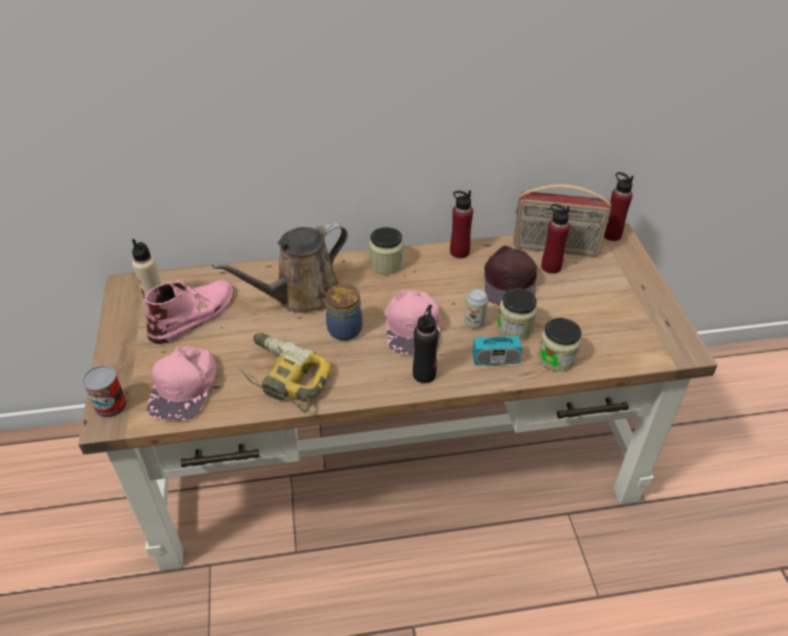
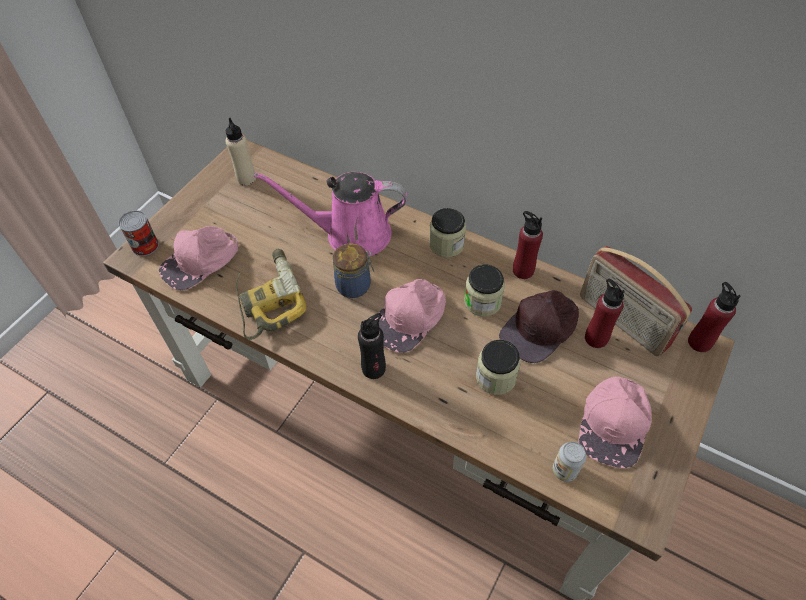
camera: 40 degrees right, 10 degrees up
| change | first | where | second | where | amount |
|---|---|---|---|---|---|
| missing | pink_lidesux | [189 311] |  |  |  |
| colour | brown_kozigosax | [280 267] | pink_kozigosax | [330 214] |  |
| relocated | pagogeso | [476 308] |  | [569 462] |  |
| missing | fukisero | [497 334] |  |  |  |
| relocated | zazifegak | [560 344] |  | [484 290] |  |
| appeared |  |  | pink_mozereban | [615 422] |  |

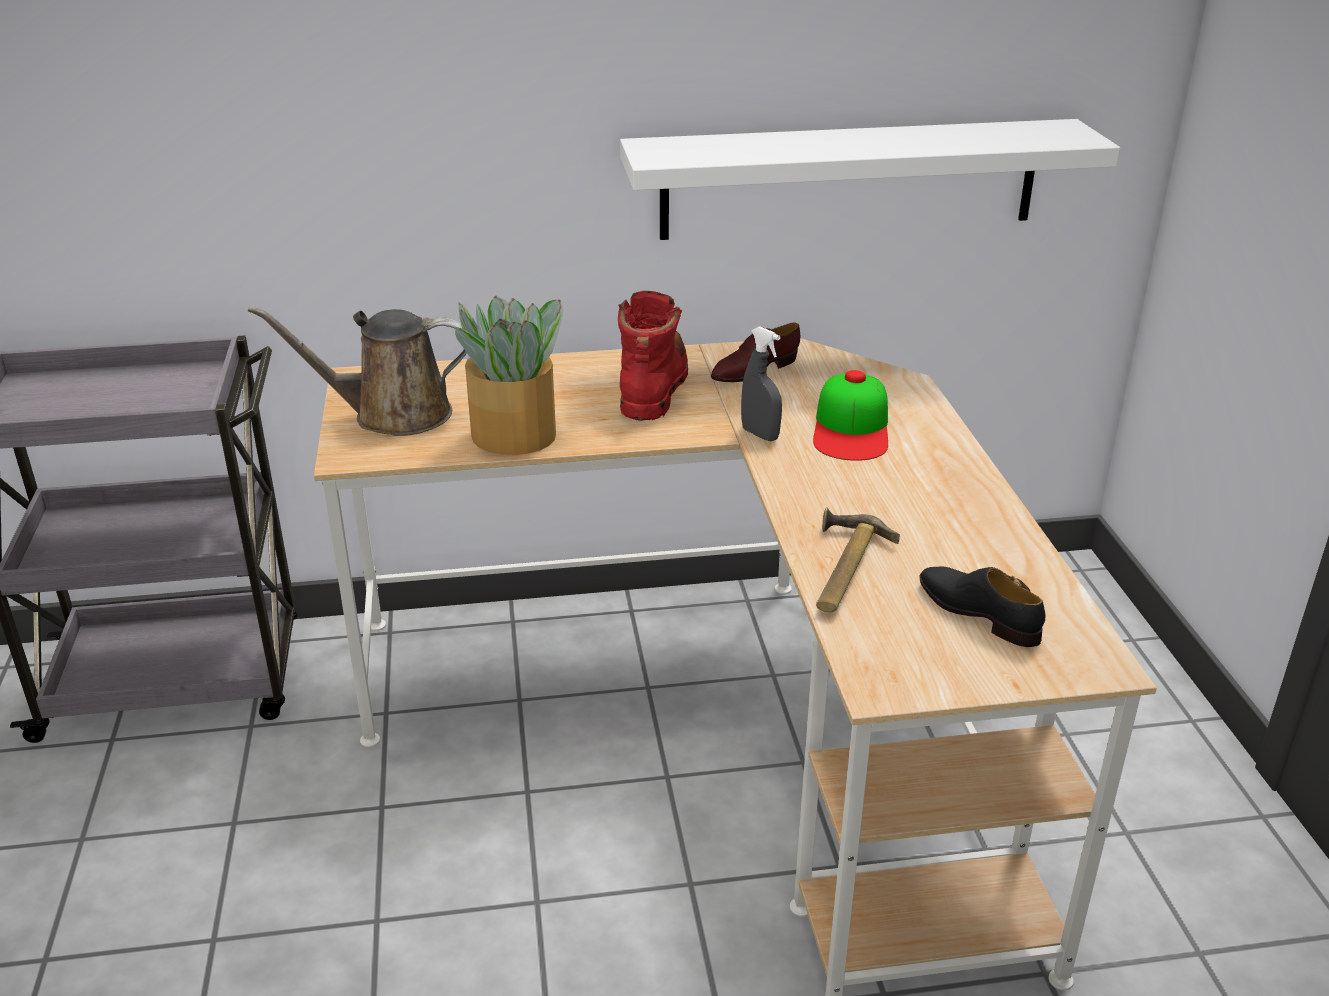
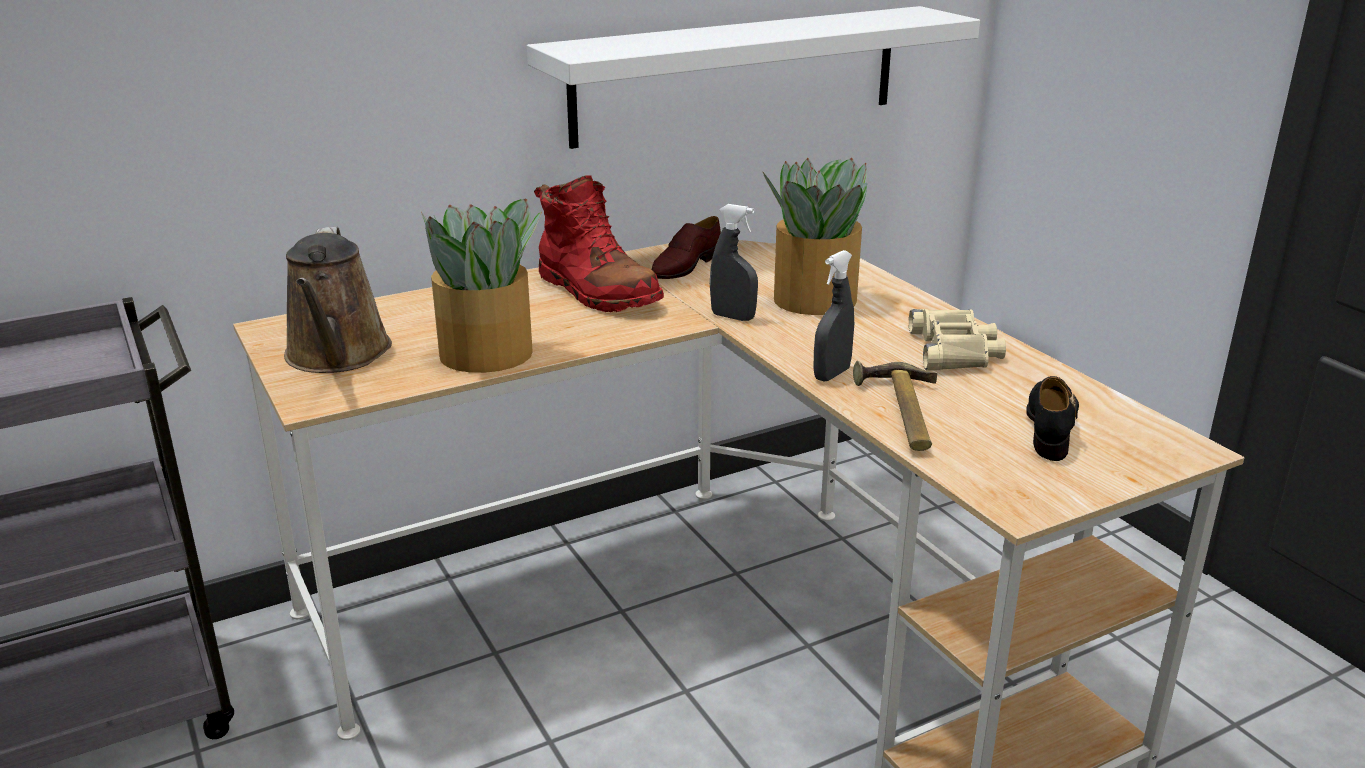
camera: 20 degrees left, 5 degrees down
| change | first | where | second | where | amount |
|---|---|---|---|---|---|
| spun | brown_kozigosax | [357 371] |  | [338 299] | 75 degrees counterclockwise |
| spun | red_lidesux | [653 356] |  | [599 243] | 150 degrees clockwise |
| exchanged | mozereban | [850 415] | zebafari | [814 236] |  |
| spun | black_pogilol | [982 607] |  | [1052 418] | 75 degrees clockwise |
| appeared |  |  | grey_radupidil | [834 316] |  |
| appeared |  |  | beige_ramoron | [957 339] |  |

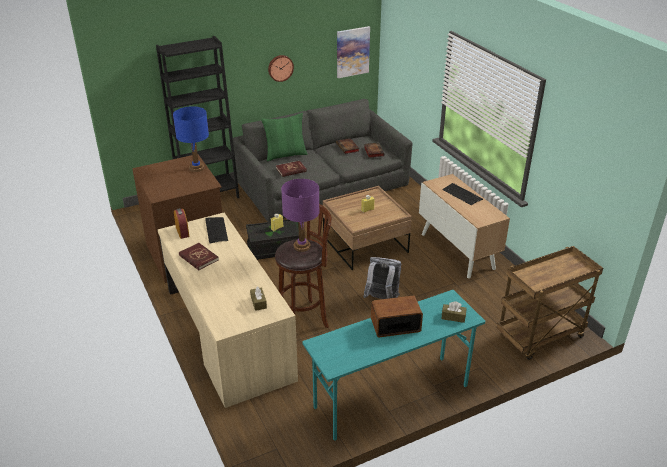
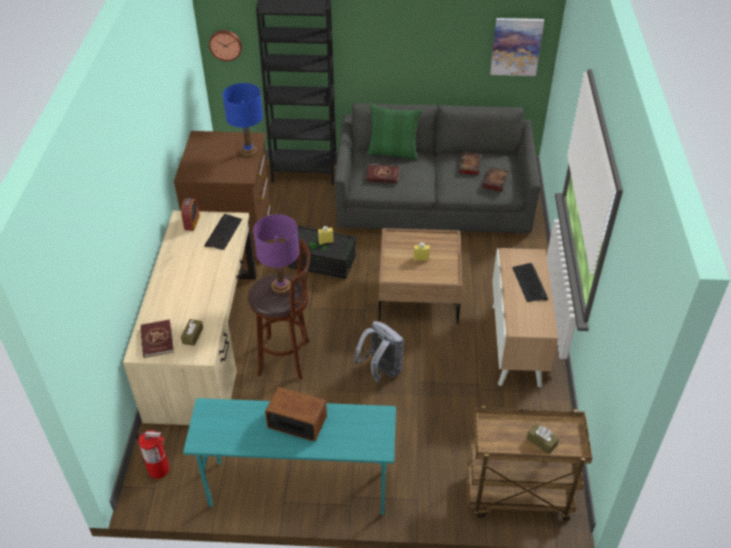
camera: 30 degrees right, 10 degrees up
| change | first | where | second | where | amount |
|---|---|---|---|---|---|
| relocated | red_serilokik | [199 256] |  | [157 338] |  |
| relocated | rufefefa | [281 68] |  | [225 45] |  |
| relocated | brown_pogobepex | [454 312] |  | [543 438] |  |
| appeared |  |  | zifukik | [152 454] |  |

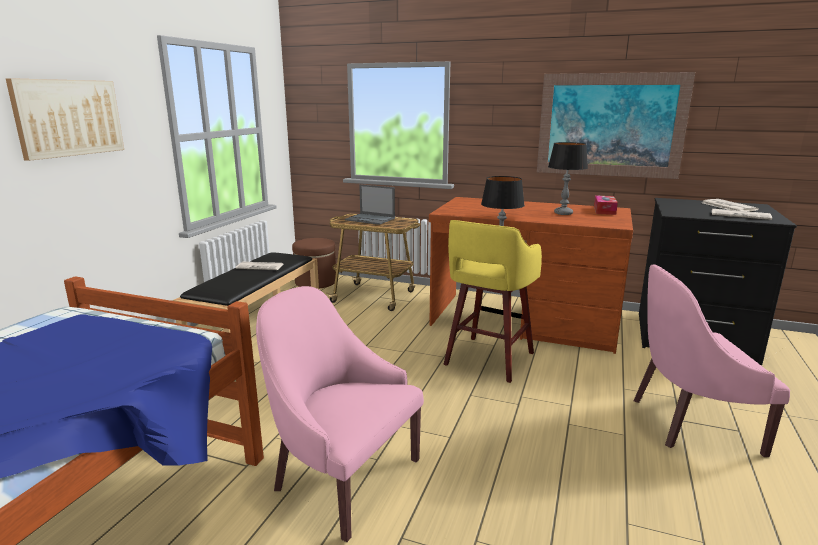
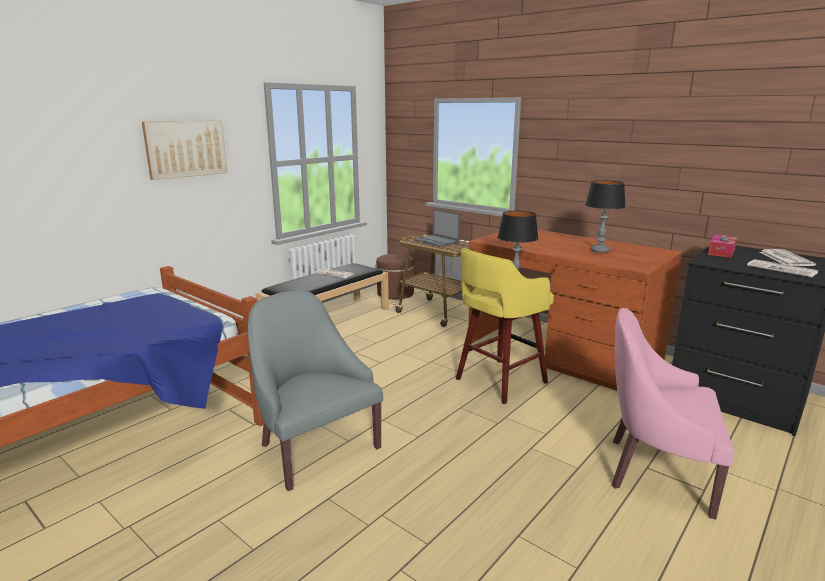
camera: 20 degrees right, 0 degrees up
| change | first | where | second | where | amount |
|---|---|---|---|---|---|
| colour | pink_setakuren | [340 414] | grey_setakuren | [315 391] |  |
| missing | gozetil | [616 125] |  |  |  |
| relocated | pogobepex | [606 205] |  | [722 246] |  |

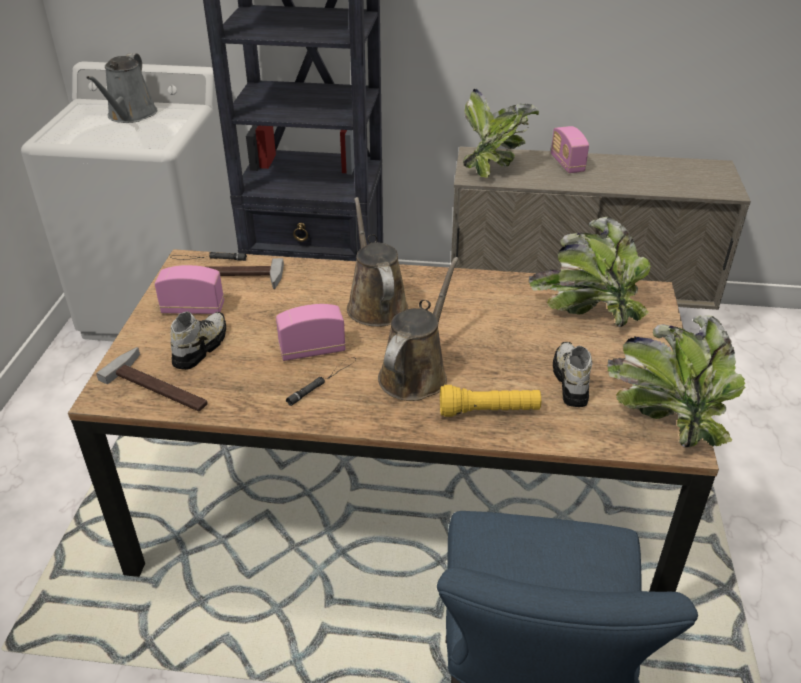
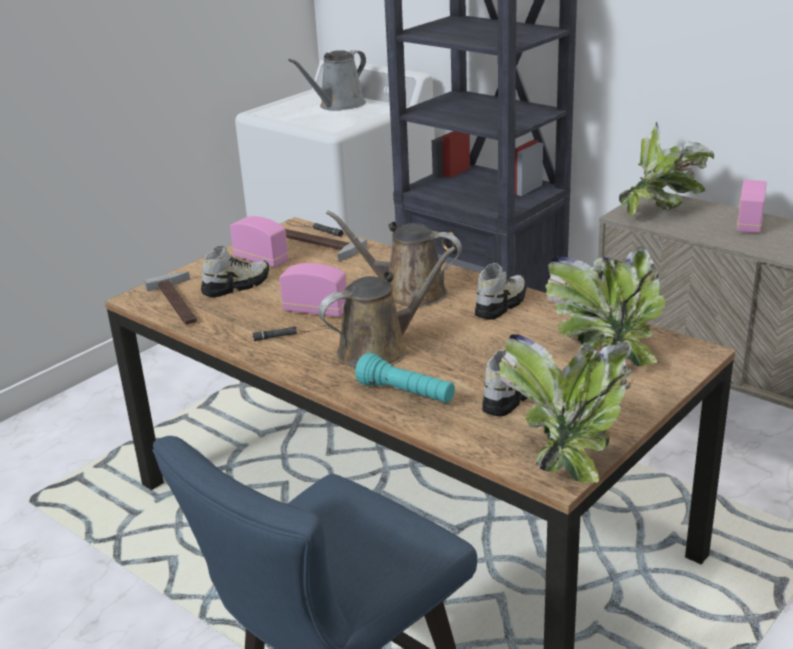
camera: 35 degrees right, 10 degrees down
| change | first | where | second | where | amount |
|---|---|---|---|---|---|
| spun | brown_kozigosax | [377 262] |  | [394 259] | 90 degrees counterclockwise |
| colour | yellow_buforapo | [490 401] | turquoise_buforapo | [405 378] |  |
| appeared |  |  | pogilol | [500 291] |  |

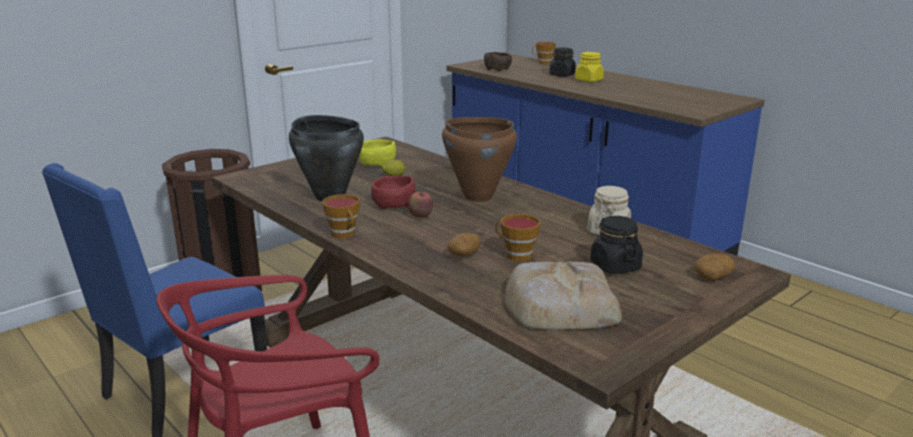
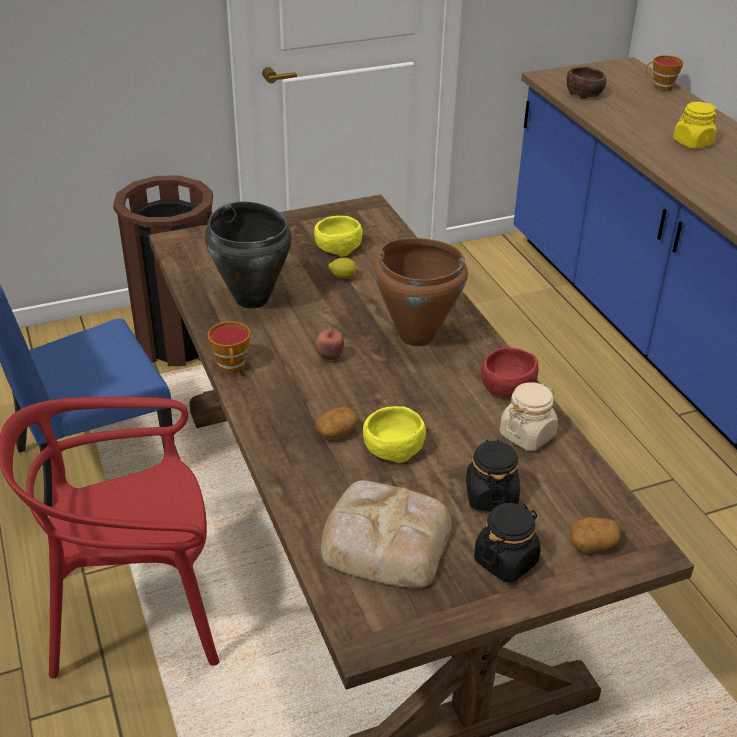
camera: 20 degrees right, 15 degrees up
| change | first | where | second | where | amount |
|---|---|---|---|---|---|
| relocated | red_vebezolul | [393 192] |  | [509 372] |  |
| exchanged | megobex | [518 237] | yellow_vebezolul | [394 434] |  |
| relocated | black_zazifegak | [562 62] |  | [507 542] |  |

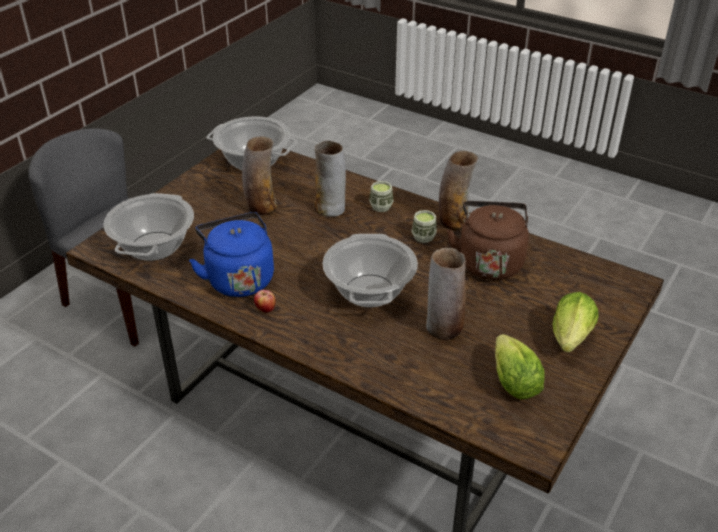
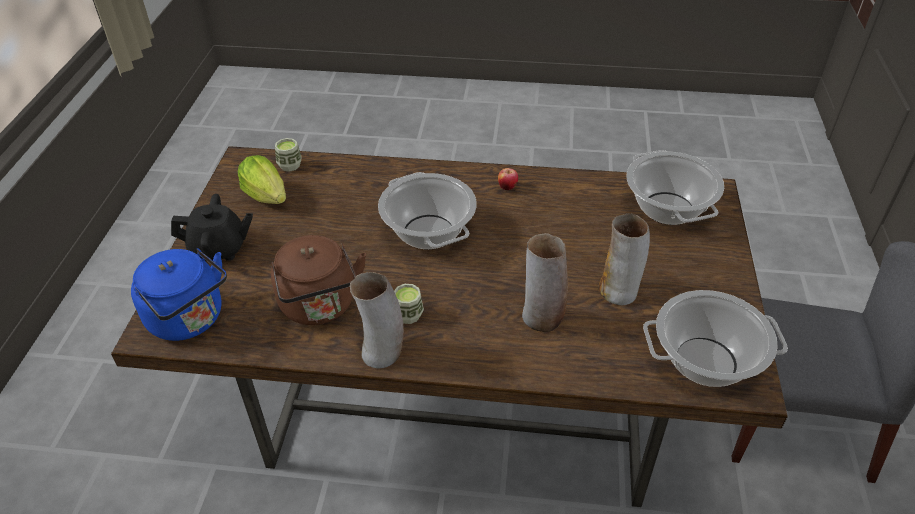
camera: 155 degrees right, 5 degrees up
| change | first | where | second | where | amount |
|---|---|---|---|---|---|
| relocated | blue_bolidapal | [231 254] |  | [179 294] |  |
| relocated | megobex | [381 196] |  | [288 155] |  |
| missing | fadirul | [446 294] |  |  |  |
| exchanged | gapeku | [575 322] | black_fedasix | [212 228] |  |

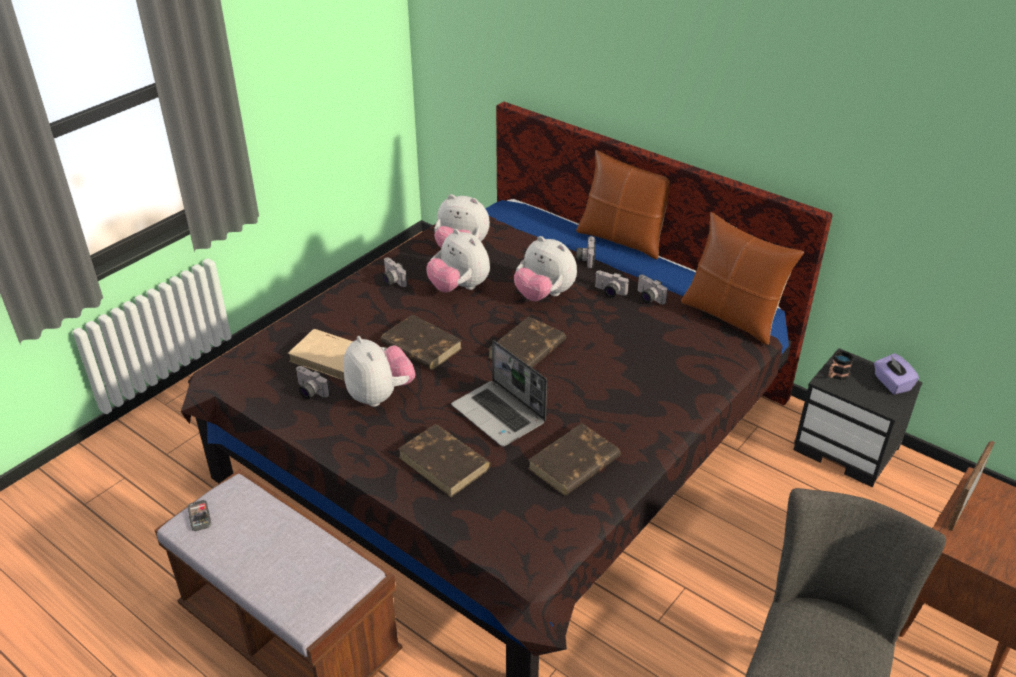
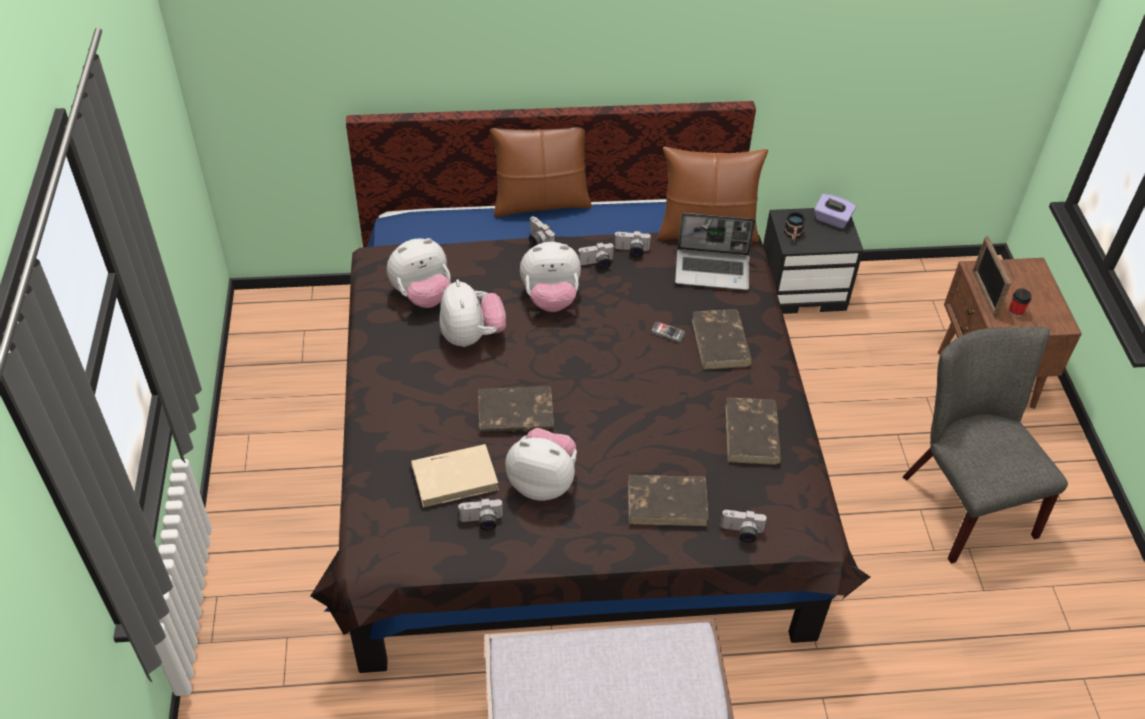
camera: 45 degrees left, 10 degrees up
| change | first | where | second | where | amount |
|---|---|---|---|---|---|
| relocated | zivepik | [199 515] |  | [668 332] |  |
| relocated | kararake | [395 272] |  | [743 526] |  |
| spun | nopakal | [458 260] |  | [472 313] | 105 degrees counterclockwise |
| relocated | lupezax | [499 393] |  | [715 251] |  |
| relocated | brown_serilokik | [527 342] |  | [722 339] |  |
| appeared |  |  | megobex | [1020 303] |  |

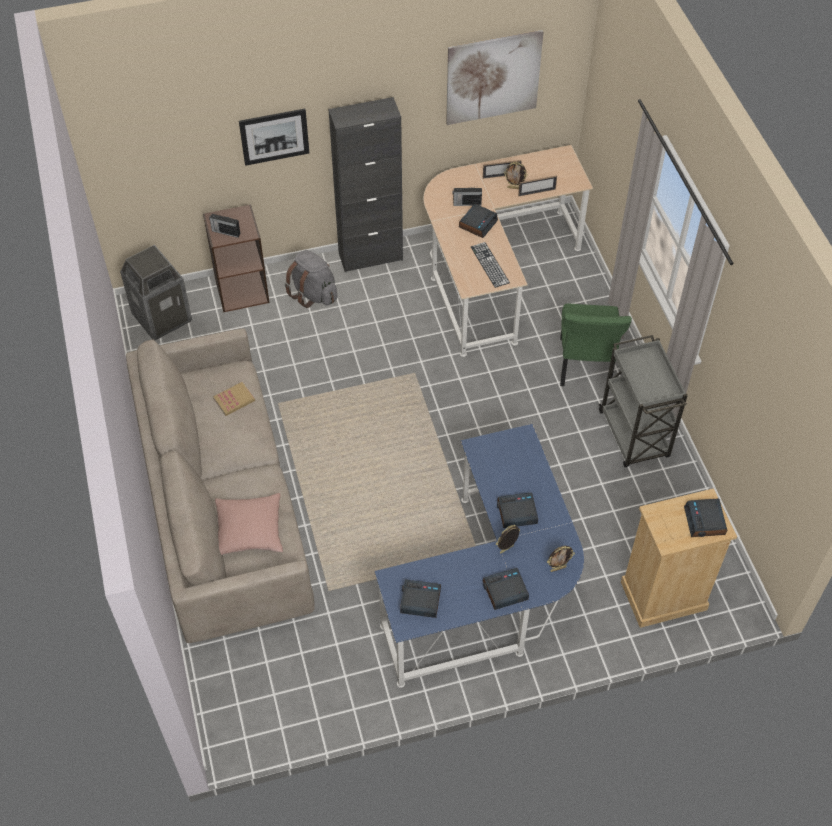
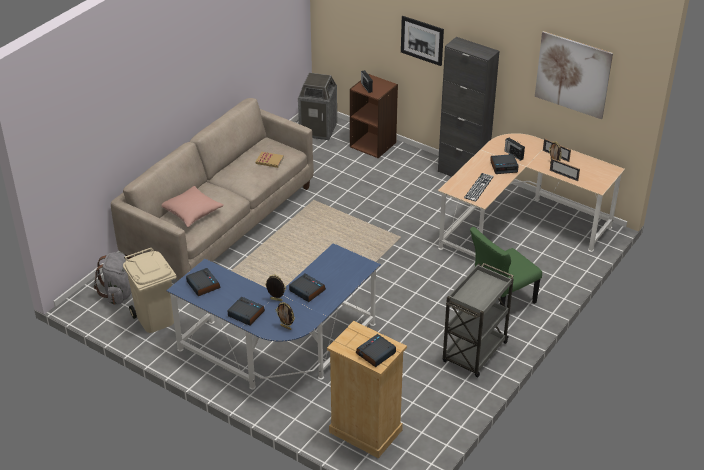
camera: 50 degrees right, 15 degrees down
| change | first | where | second | where | amount |
|---|---|---|---|---|---|
| relocated | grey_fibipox | [311 279] |  | [113 278] |  |
| appeared |  |  | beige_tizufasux | [150 290] |  |

